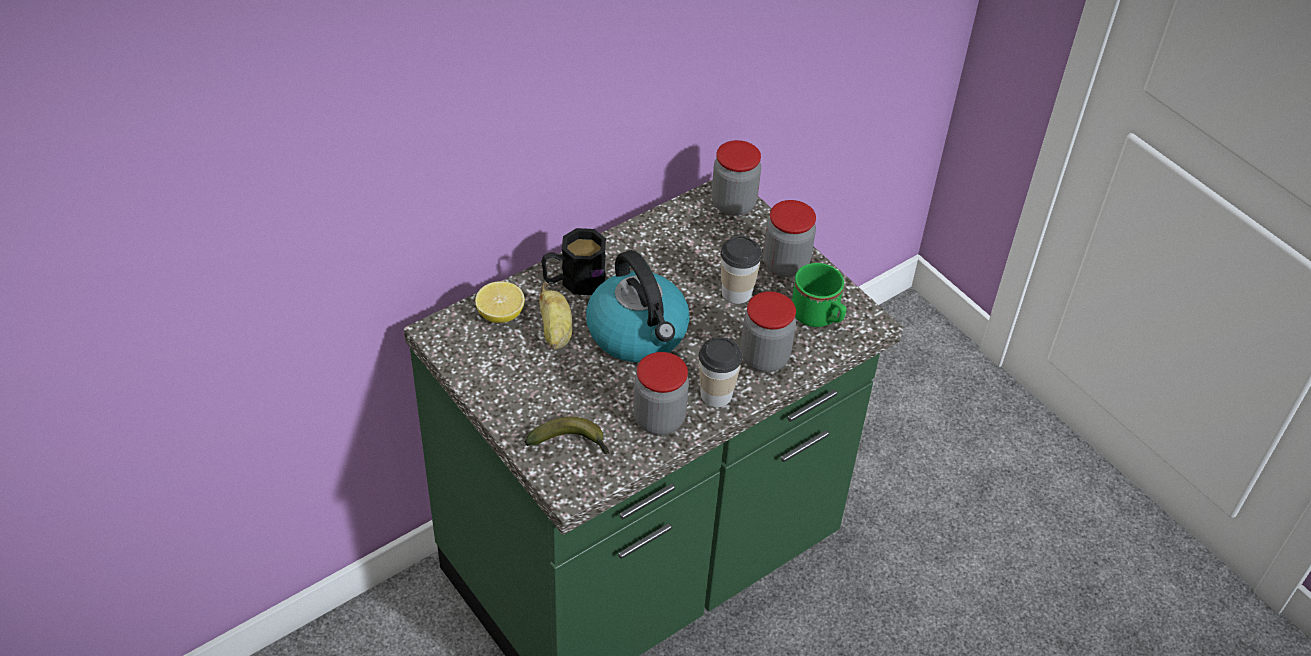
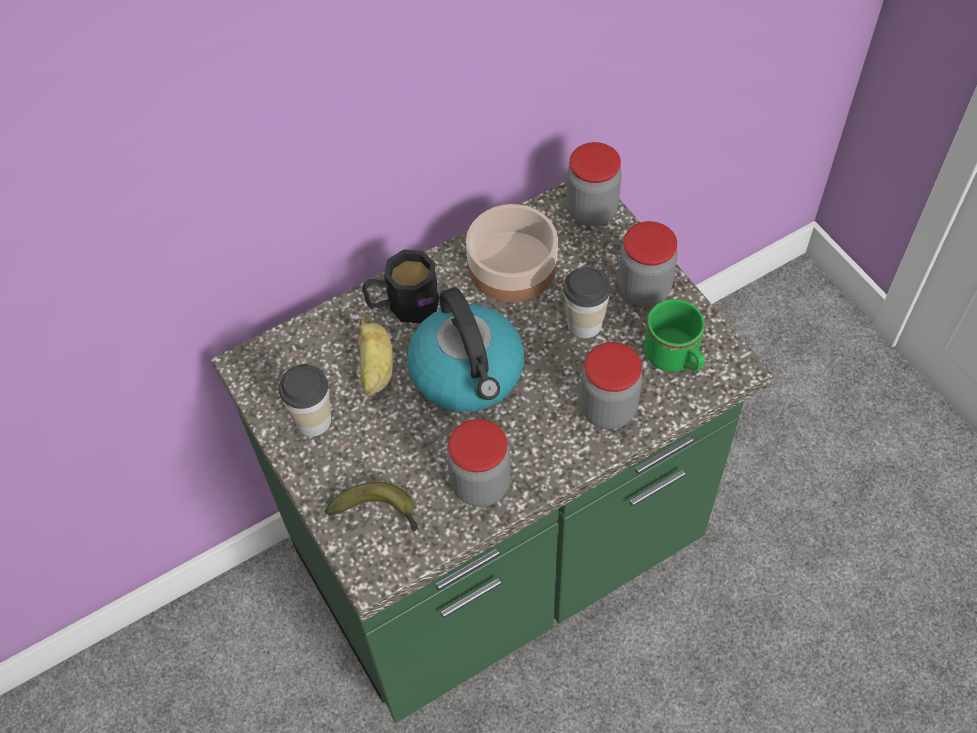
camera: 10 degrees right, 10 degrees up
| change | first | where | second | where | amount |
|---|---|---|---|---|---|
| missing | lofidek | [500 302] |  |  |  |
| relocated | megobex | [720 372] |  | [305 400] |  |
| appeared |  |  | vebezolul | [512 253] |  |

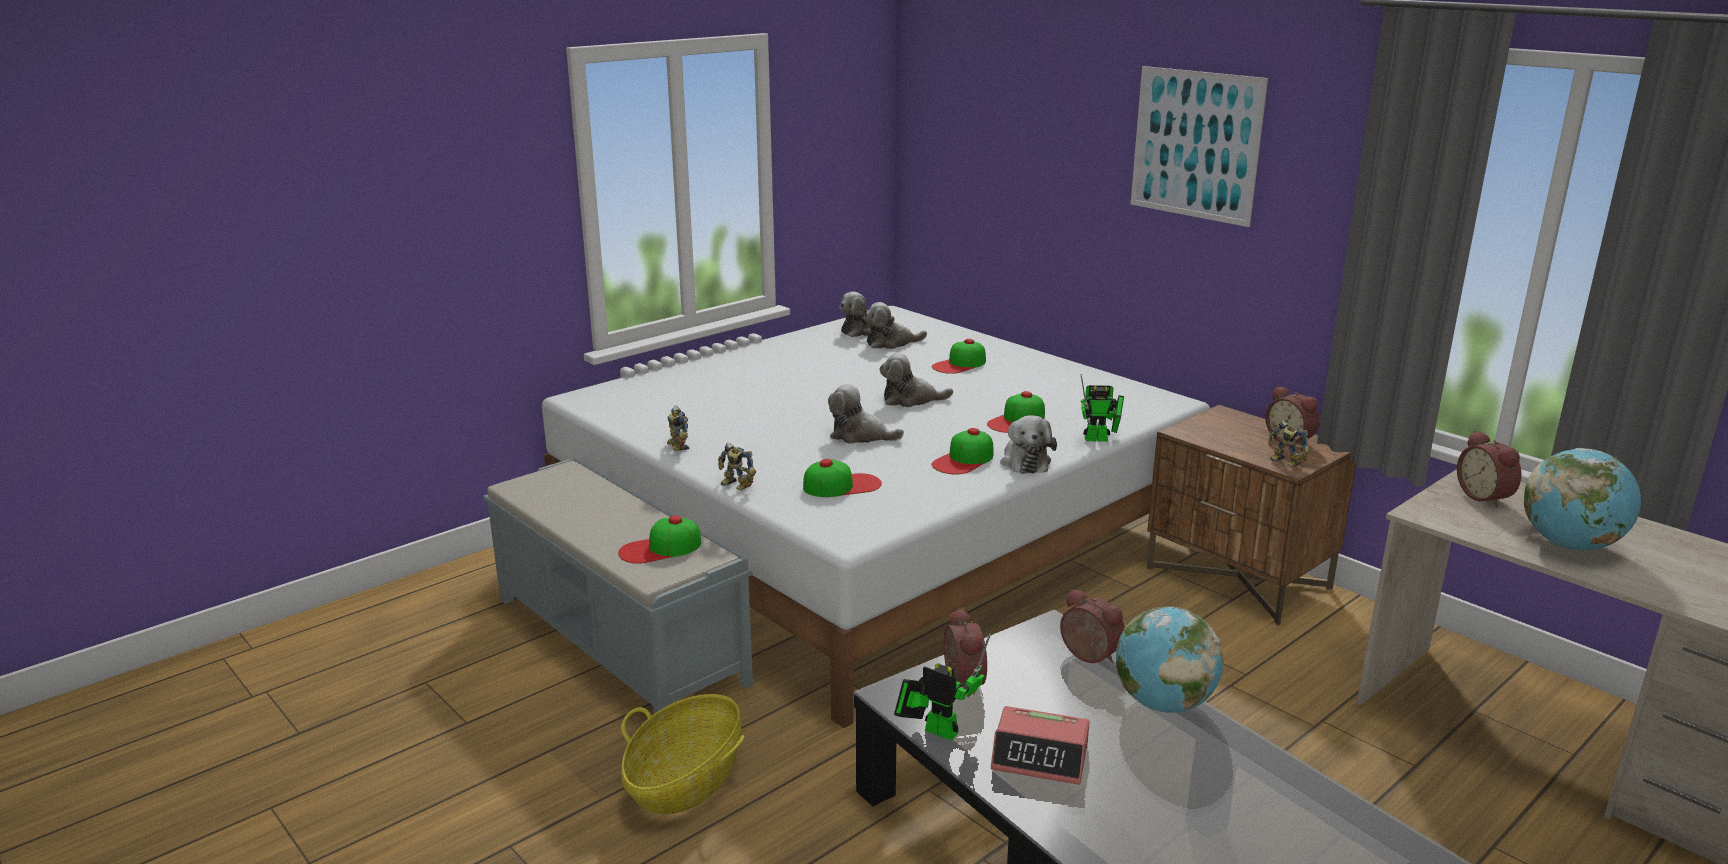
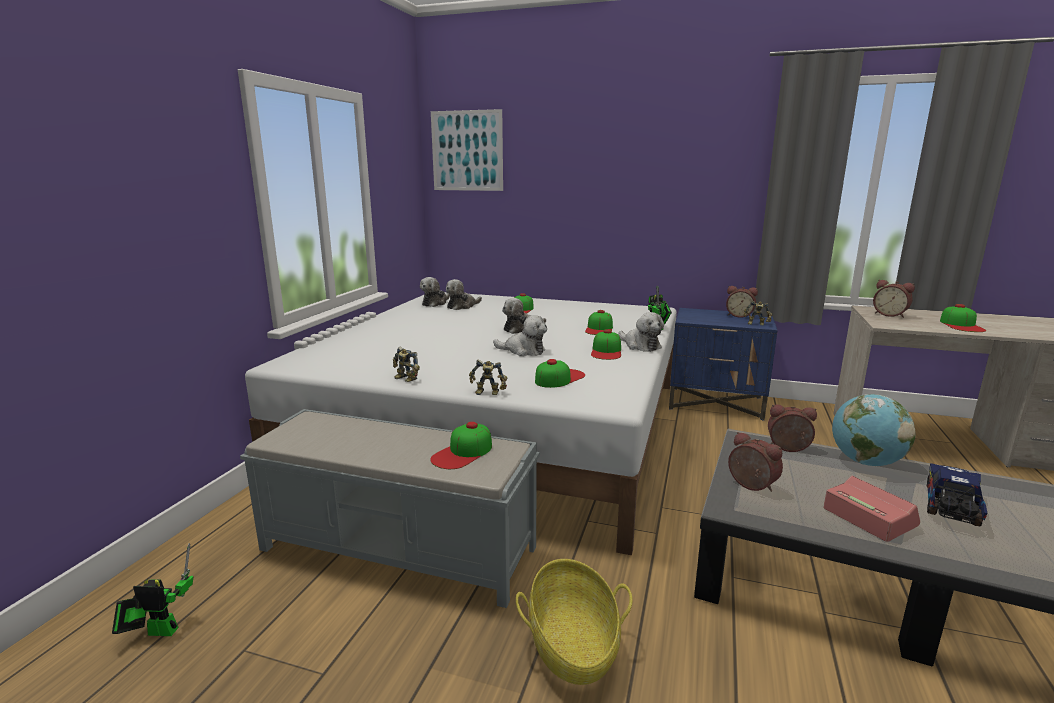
camera: 30 degrees left, 5 degrees down
| change | first | where | second | where | amount |
|---|---|---|---|---|---|
| spun | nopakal | [866 414] |  | [520 335] | 150 degrees counterclockwise |
| relocated | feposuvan | [942 686] |  | [152 589] |  |
| spun | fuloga | [1040 745] |  | [871 509] | 105 degrees counterclockwise |
| relocated | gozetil | [1199 146] |  | [467 150] |  |
| colour | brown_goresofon | [1251 515] | blue_goresofon | [723 364] |  |
| exchanged | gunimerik | [1582 499] | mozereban | [963 318] |  |
| appeared |  |  | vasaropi | [956 494] |  |

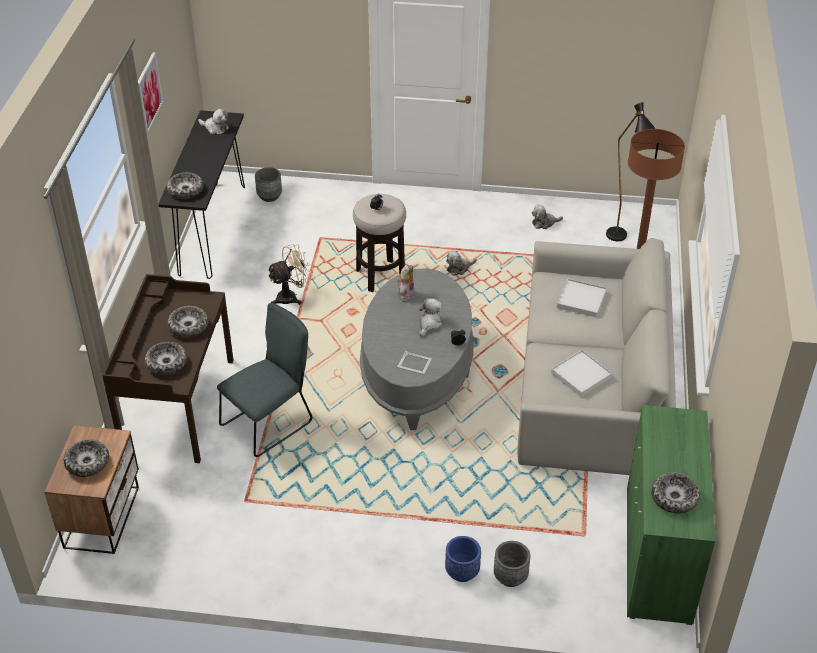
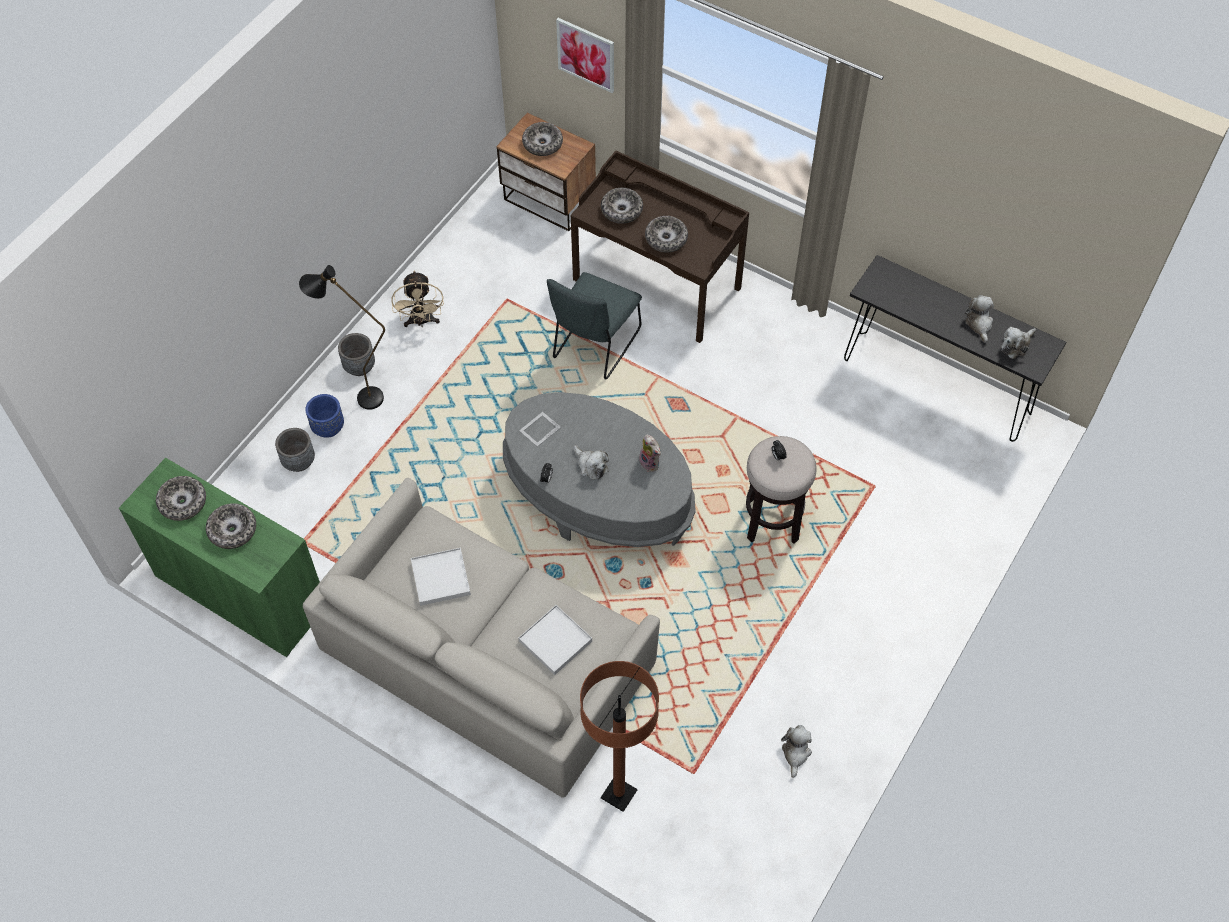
camera: 115 degrees right, 15 degrees up
| change | first | where | second | where | amount |
|---|---|---|---|---|---|
| relocated | gozetil | [150 93] |  | [585 55] |  |
| relocated | vebezolul | [185 185] |  | [231 526] |  |
| spun | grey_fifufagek | [264 380] |  | [594 326] | 45 degrees clockwise |
| relocated | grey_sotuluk | [268 184] |  | [356 354] |  |
| relocated | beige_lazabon | [290 274] |  | [417 298] |  |
| relocated | nopakal | [461 263] |  | [979 319] |  |
| relocated | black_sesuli | [631 171] |  | [342 337] |  |

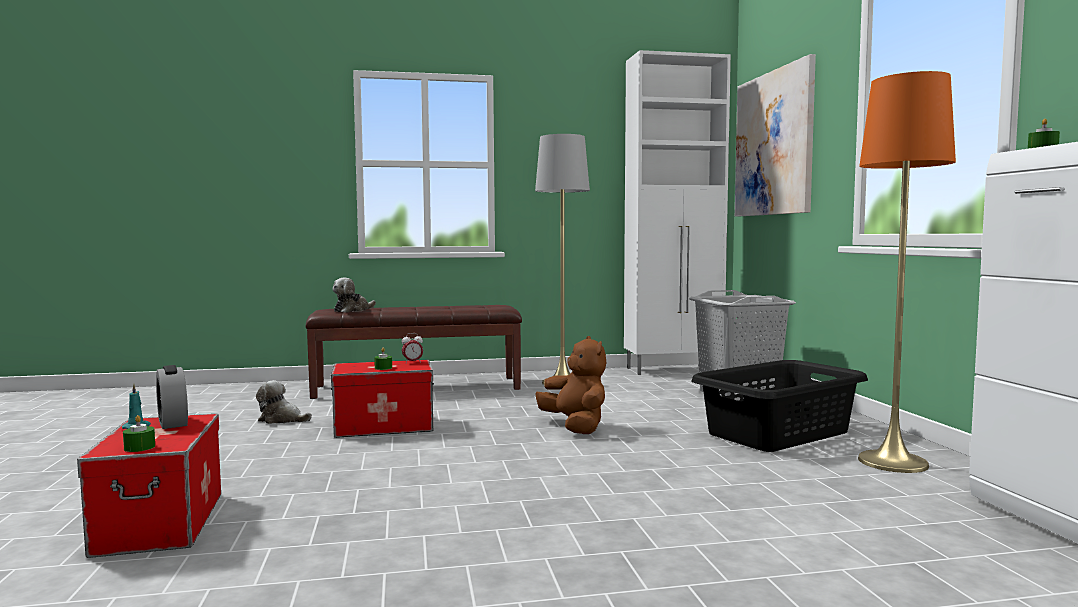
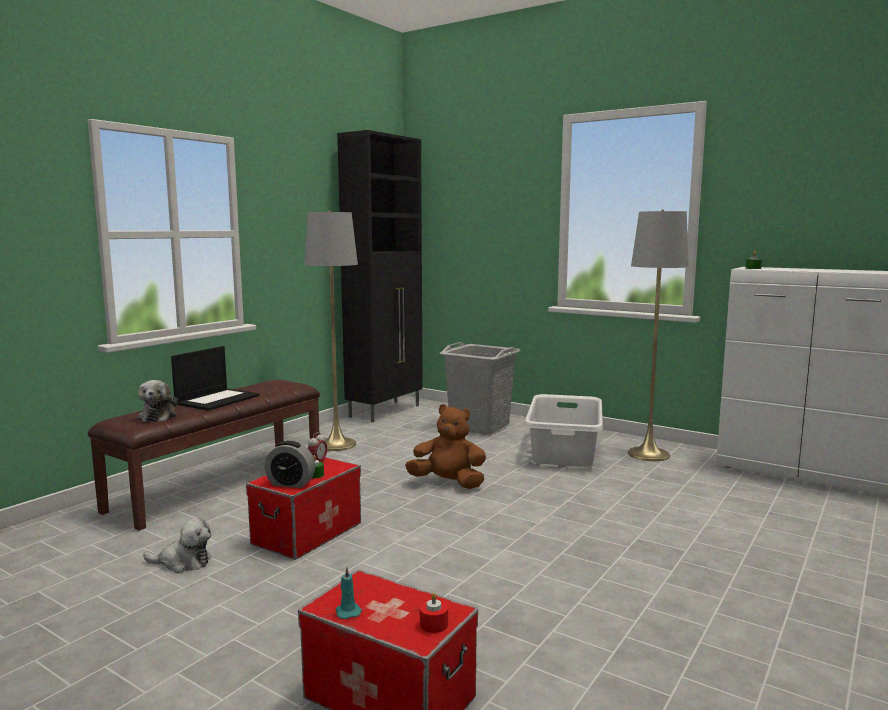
camera: 45 degrees left, 5 degrees up
| change | first | where | second | where | amount |
|---|---|---|---|---|---|
| colour | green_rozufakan | [139 433] | red_rozufakan | [434 613] |  |
| relocated | fuloga | [172 397] |  | [289 464] |  |
| spun | nopakal | [284 402] |  | [177 545] | 150 degrees counterclockwise |
| colour | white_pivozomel | [677 212] | black_pivozomel | [380 276] |  |
| colour | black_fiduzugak | [780 406] | white_fiduzugak | [563 430] |  |
| missing | gozetil | [775 135] |  |  |  |
| colour | orange_sesuli | [907 272] | grey_sesuli | [658 335] |  |
| appeared |  |  | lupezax | [215 378] |  |

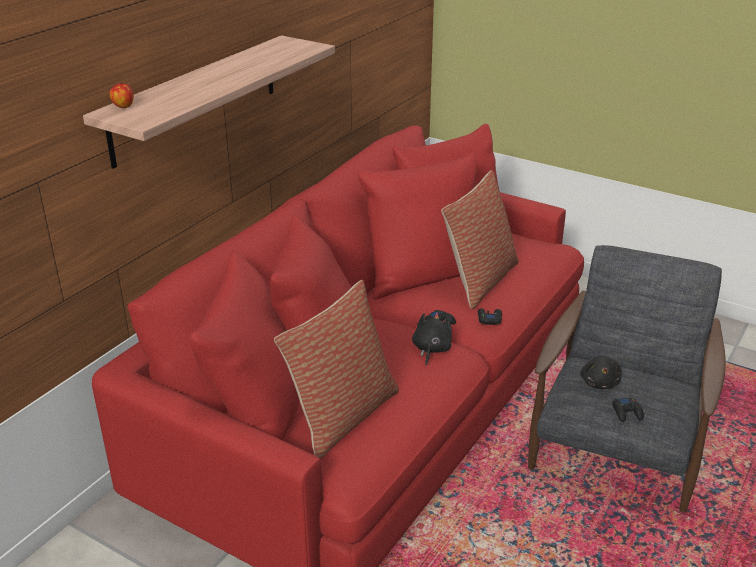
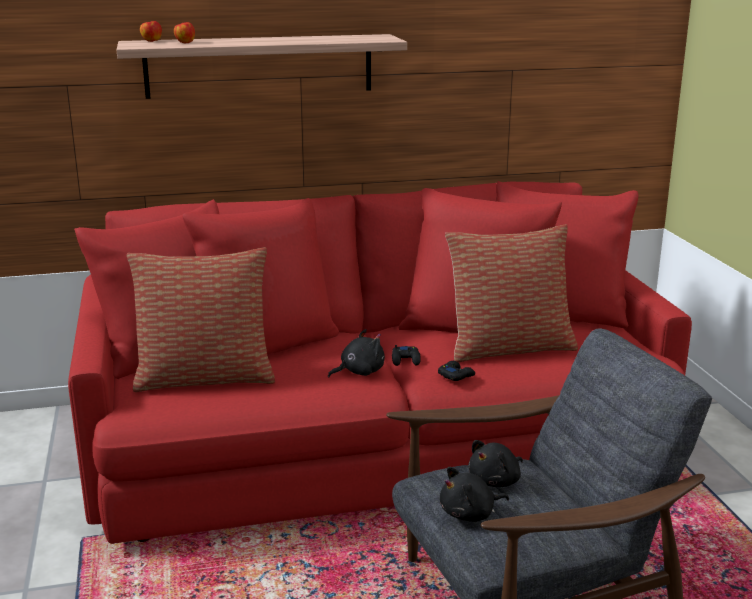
camera: 45 degrees right, 10 degrees down
| change | first | where | second | where | amount |
|---|---|---|---|---|---|
| exchanged | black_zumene | [628 410] | black_nopakal | [474 494] |  |
| appeared |  |  | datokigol | [184 32] |  |

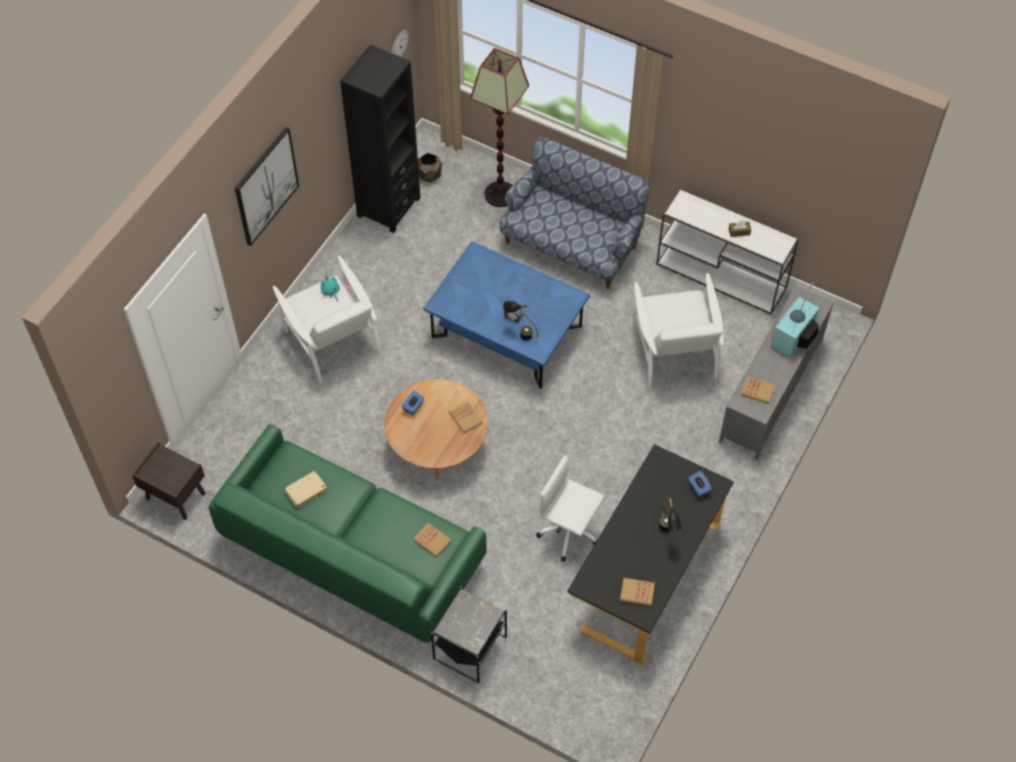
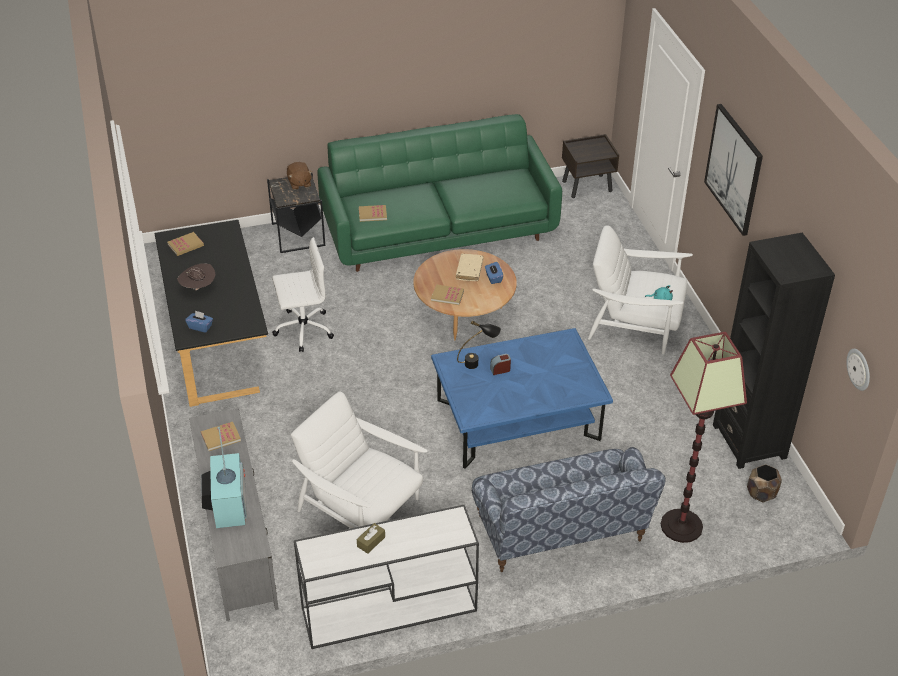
camera: 135 degrees right, 15 degrees down
| change | first | where | second | where | amount |
|---|---|---|---|---|---|
| relocated | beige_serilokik | [305 489] |  | [470 267] |  |
| exchanged | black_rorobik | [670 515] | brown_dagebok | [196 277] |  |
| appeared |  |  | brown_nopakal | [299 176] |  |

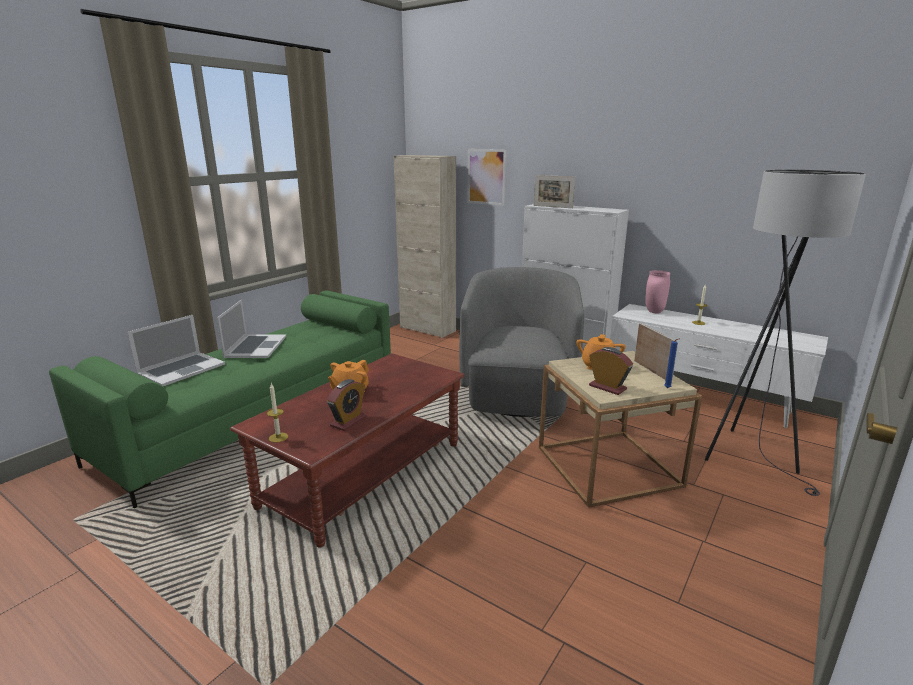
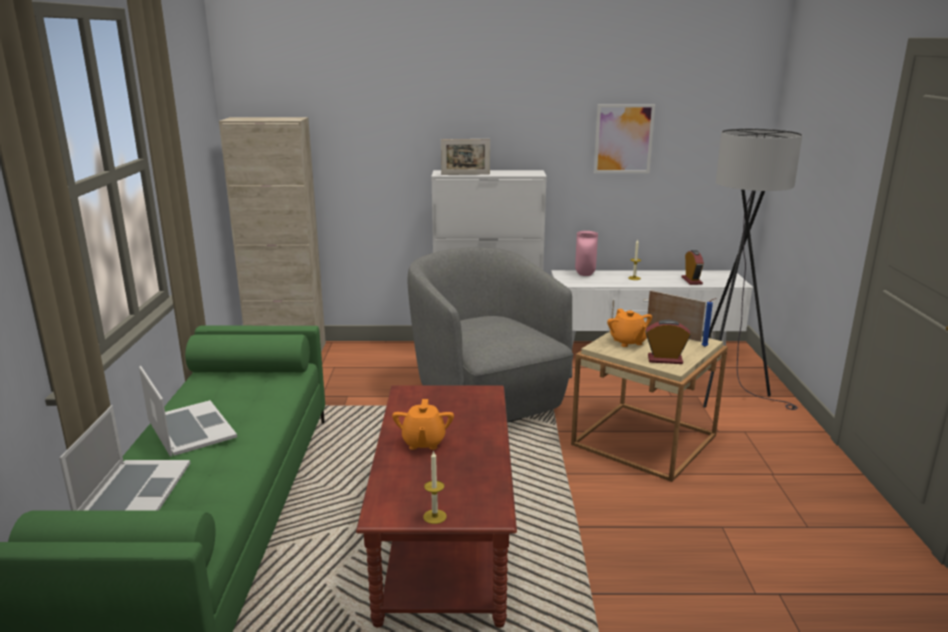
camera: 35 degrees left, 0 degrees up
| change | first | where | second | where | amount |
|---|---|---|---|---|---|
| relocated | fuloga | [347 405] |  | [693 267] |  |
| relocated | gozetil | [487 177] |  | [624 138] |  |

